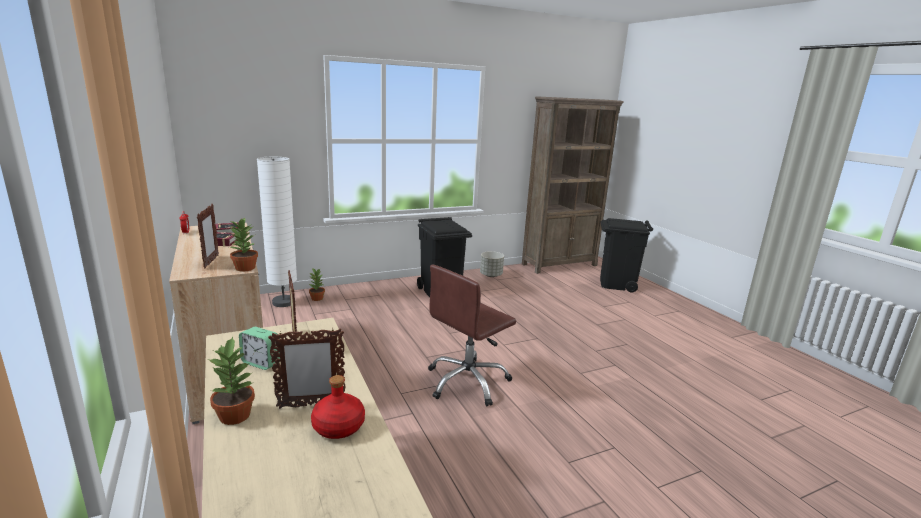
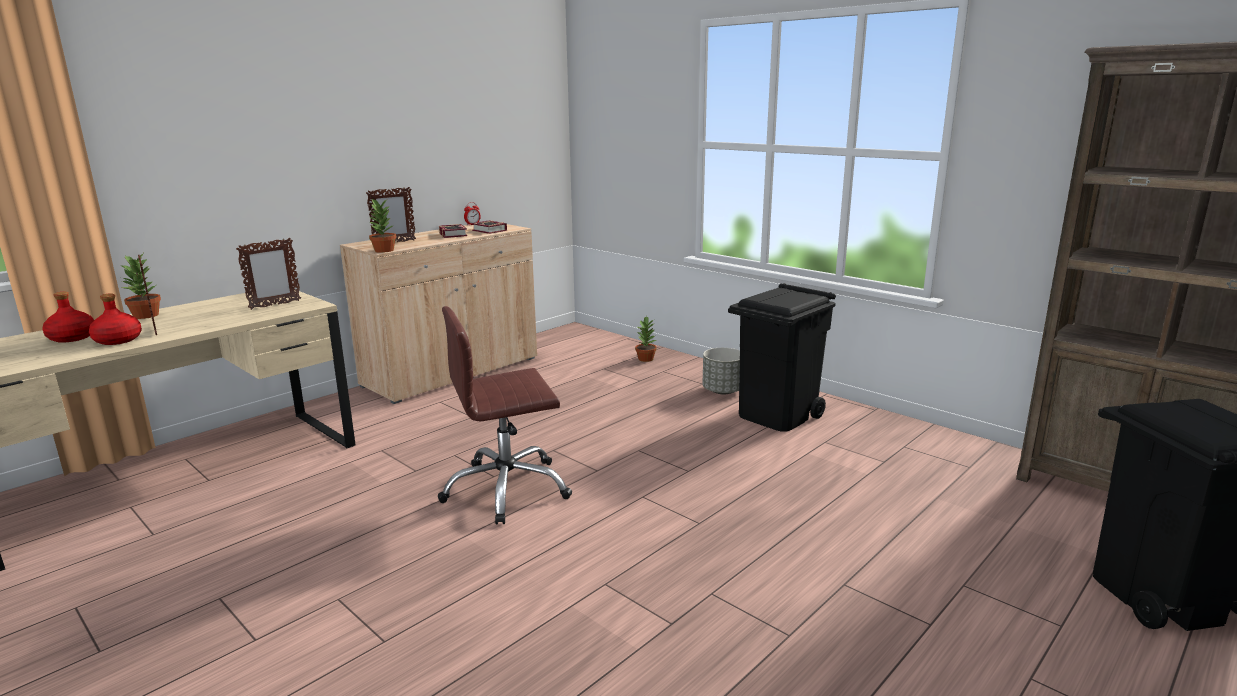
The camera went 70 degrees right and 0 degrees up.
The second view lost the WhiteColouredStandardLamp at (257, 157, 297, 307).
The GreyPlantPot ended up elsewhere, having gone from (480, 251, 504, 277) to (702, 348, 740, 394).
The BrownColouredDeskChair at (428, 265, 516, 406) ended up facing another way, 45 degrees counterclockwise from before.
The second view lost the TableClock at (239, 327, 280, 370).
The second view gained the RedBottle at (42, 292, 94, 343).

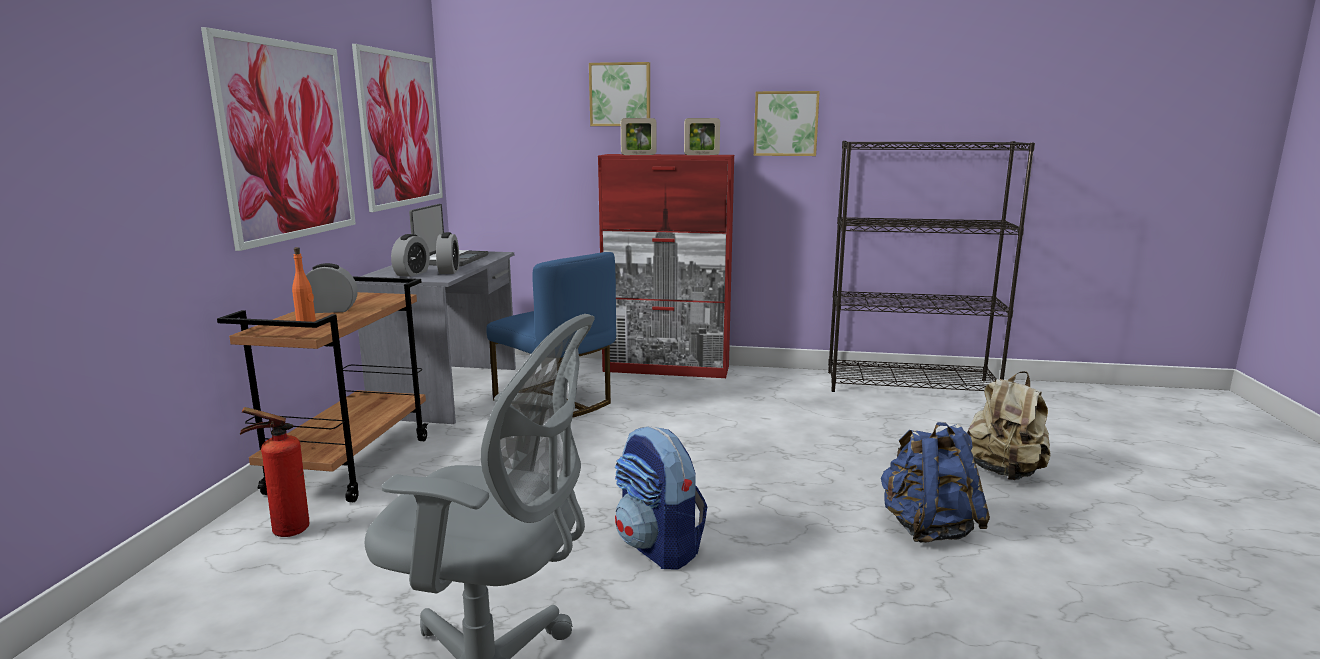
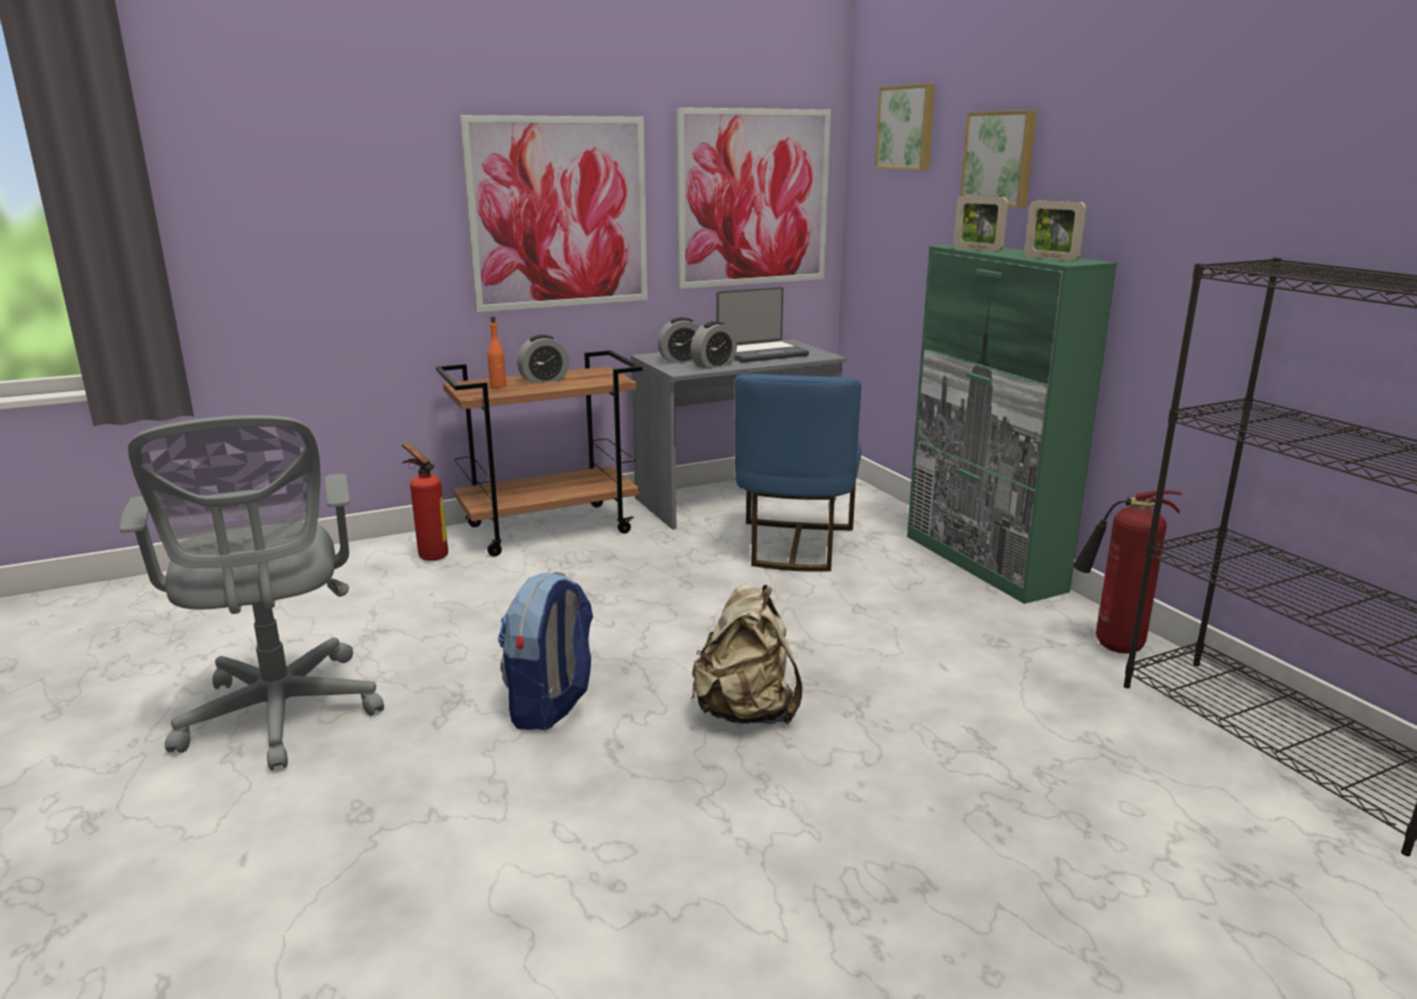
The camera went 55 degrees right and 5 degrees up.
The Picture ended up elsewhere, having gone from (754, 91, 820, 156) to (875, 84, 935, 171).
What was the RedStorageCabinet at (598, 154, 734, 378) turned into the GreenColouredStorageCabinet at (907, 245, 1117, 604).
The TableClock at (306, 263, 358, 313) ended up facing another way, 105 degrees clockwise from before.
The BeigeBackpack ended up elsewhere, having gone from (967, 371, 1050, 480) to (692, 584, 803, 724).
The second view lost the BluishBackpack at (881, 422, 990, 543).
The second view gained the FireFightingCylinder at (1073, 490, 1182, 654).

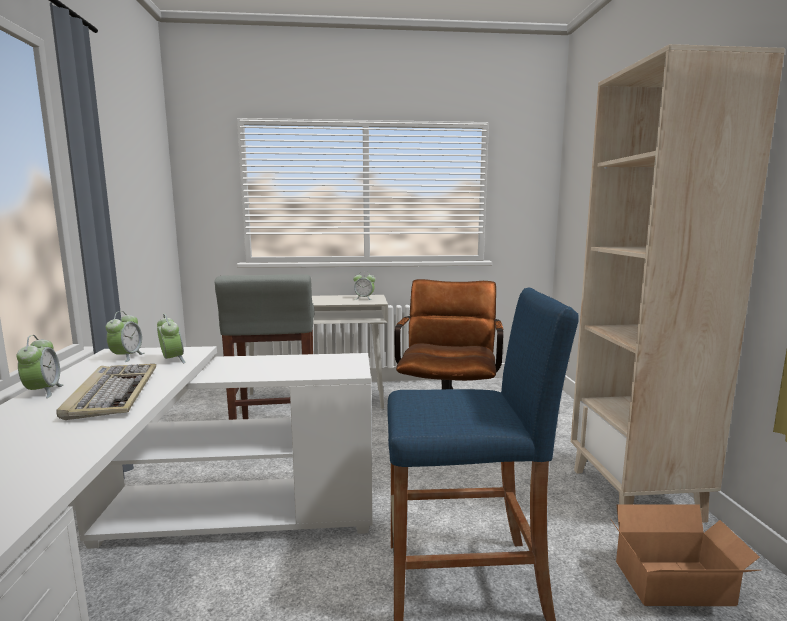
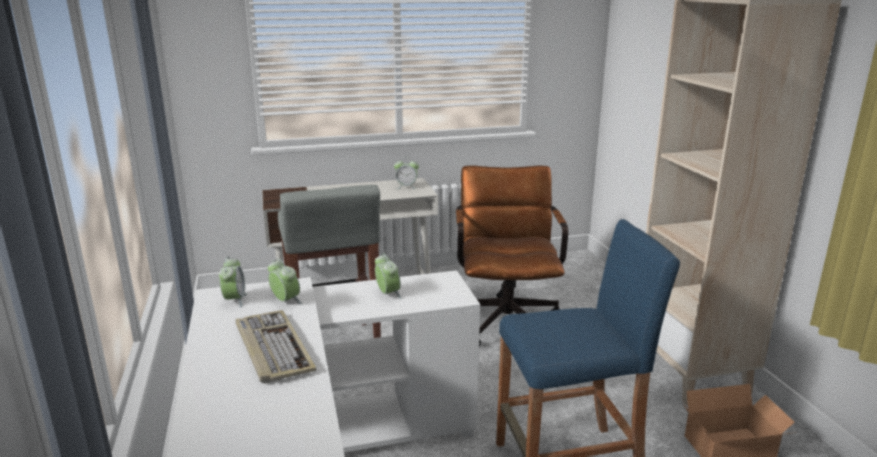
The camera went 10 degrees left and 10 degrees up.
The TableClock ended up elsewhere, having gone from (17, 335, 64, 398) to (375, 253, 402, 299).

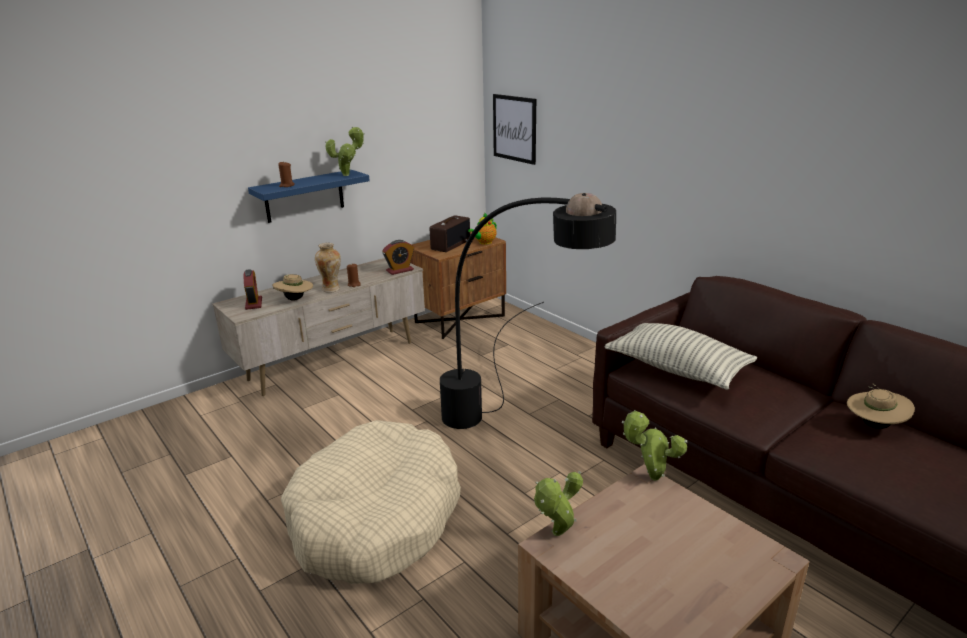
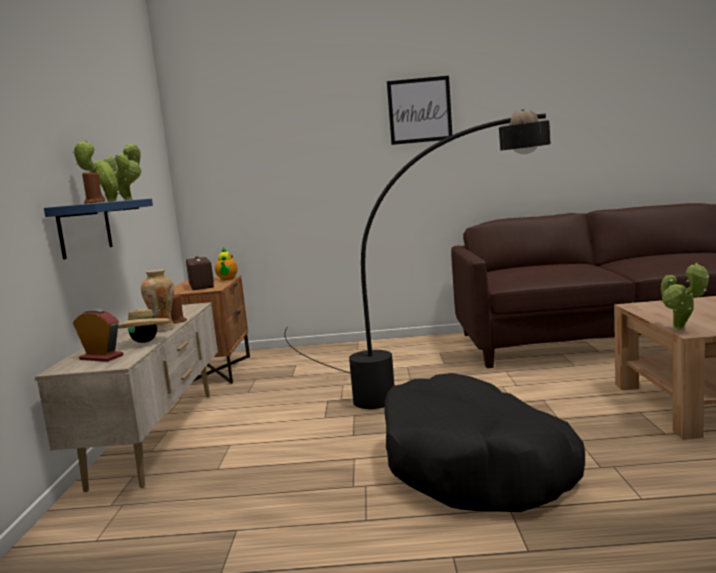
The camera went 50 degrees left and 15 degrees down.
The Picture ended up elsewhere, having gone from (493, 94, 536, 165) to (387, 76, 452, 145).
The second view lost the TableClock at (382, 240, 414, 275).
The second view lost the ThrowPillow at (605, 323, 757, 390).
The second view lost the BeigeClothingHat at (847, 384, 915, 429).
The Houseplant ended up elsewhere, having gone from (622, 410, 687, 481) to (72, 140, 130, 202).
What was the BeigeDogCushion at (281, 420, 461, 584) turned into the BlackDogCushion at (384, 373, 585, 512).

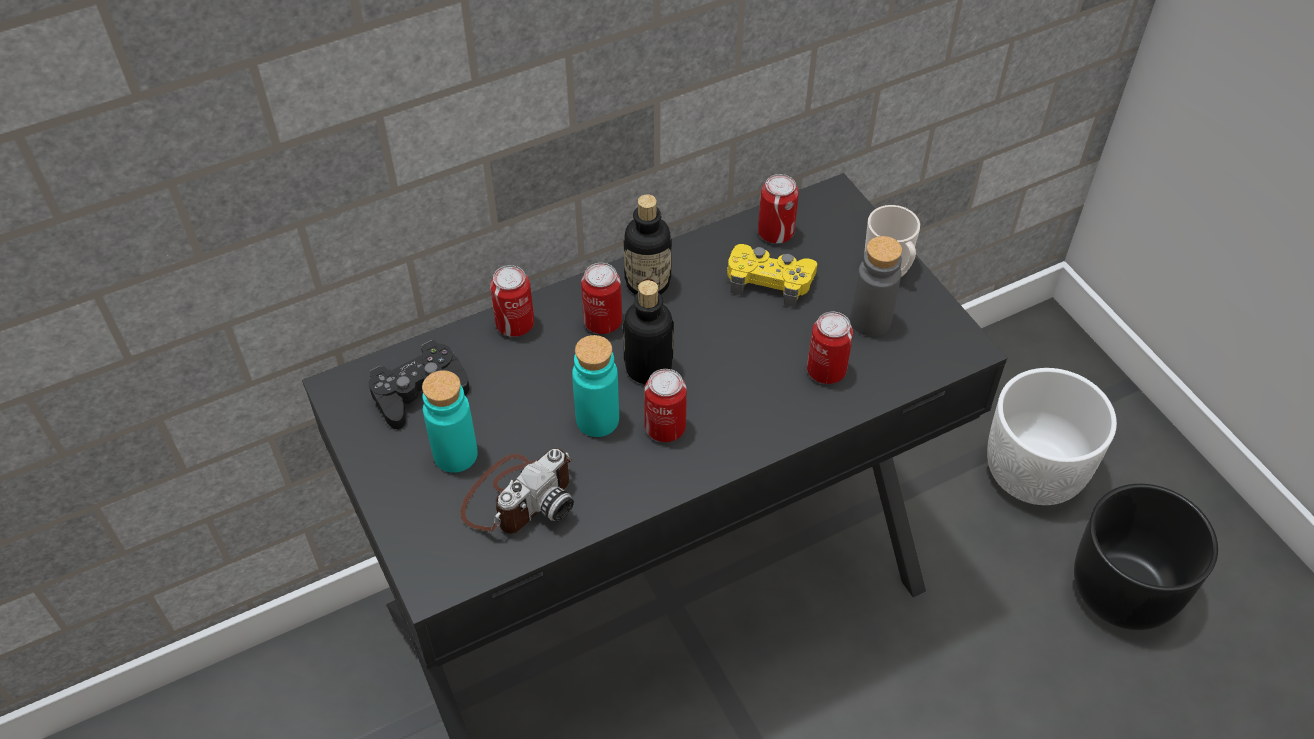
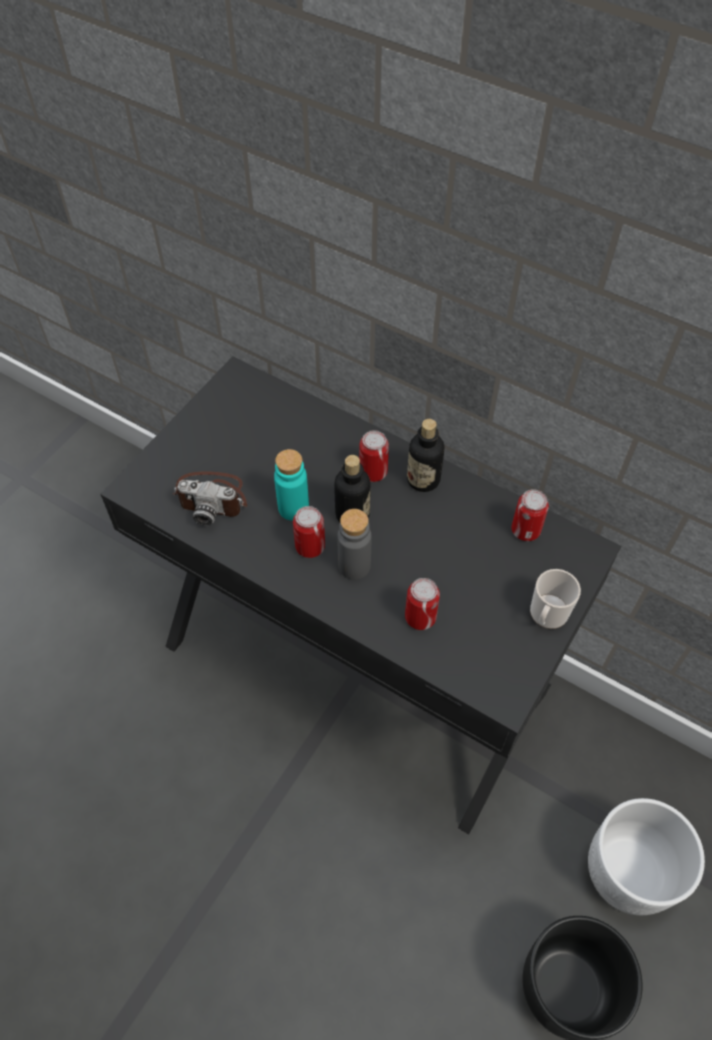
The camera went 60 degrees right and 5 degrees up.
The GreyBottle ended up elsewhere, having gone from (850, 236, 902, 337) to (337, 509, 372, 580).
The second view lost the YellowColouredGamepad at (727, 244, 817, 307).
The second view lost the SealedCan at (490, 265, 534, 337).
The second view lost the BlackGamepad at (368, 340, 470, 430).
The second view lost the TurquoiseBottle at (422, 370, 478, 473).

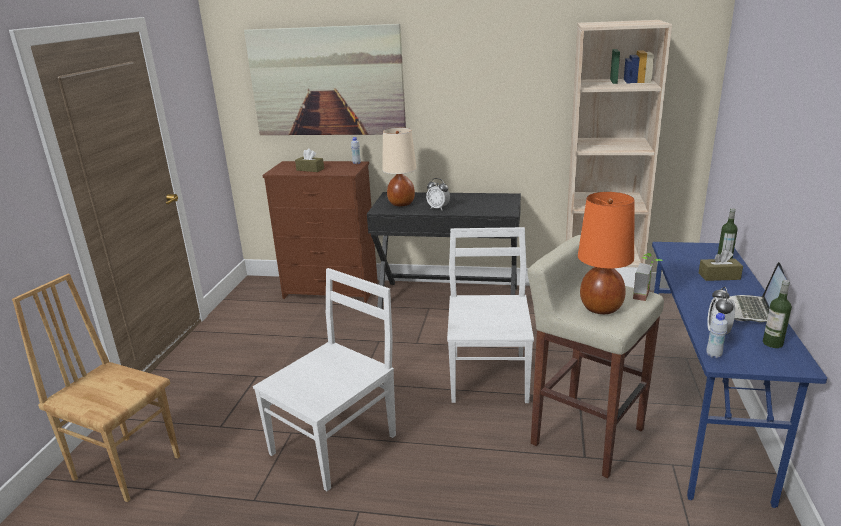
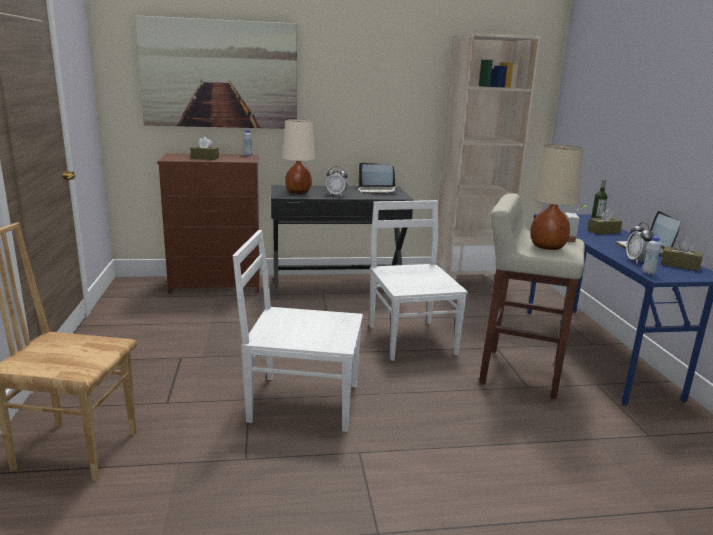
The camera went 20 degrees left and 5 degrees down.
What was the OrangeyTabletopLamp at (578, 192, 635, 314) turned into the BeigeTabletopLamp at (530, 145, 583, 250).
The WhiteColouredUprightChair at (253, 268, 396, 491) ended up facing another way, 105 degrees counterclockwise from before.
Where the Bottle stood at (763, 280, 792, 348), the BrownColouredTissueBox came to stand at (661, 238, 702, 271).
The second view gained the PortableComputer at (358, 163, 396, 194).

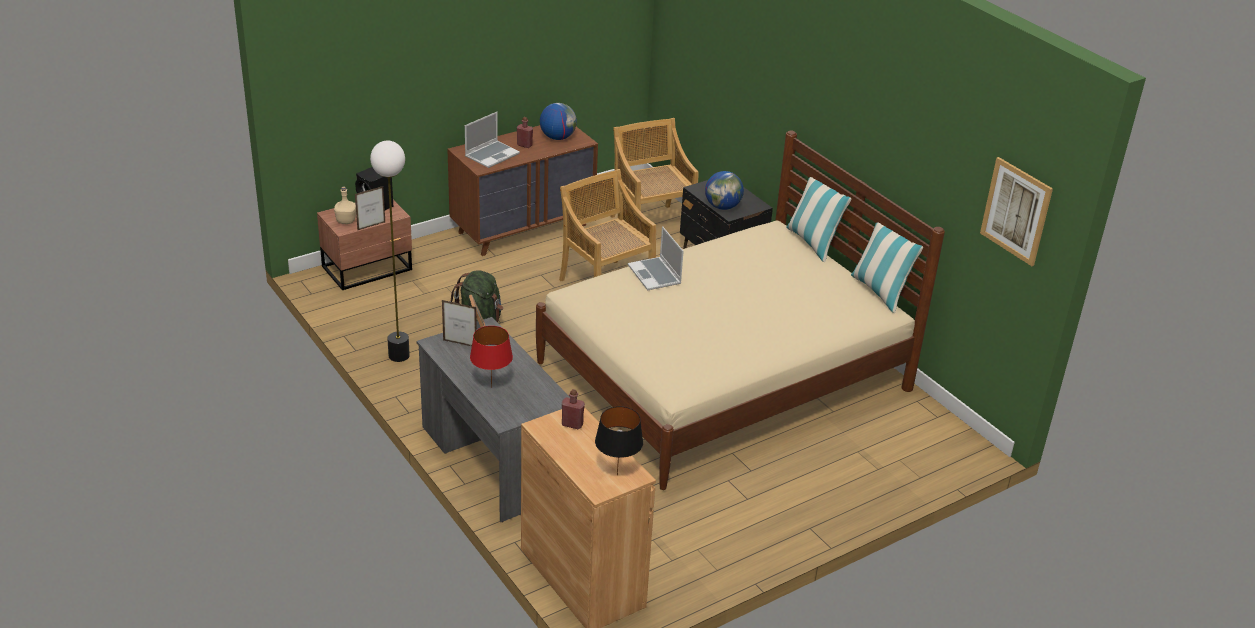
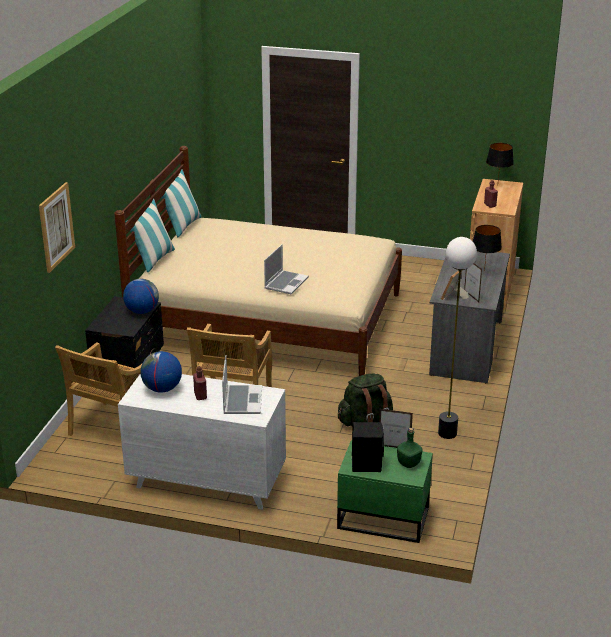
The camera went 130 degrees left and 5 degrees down.
The PortableComputer at (465, 112, 520, 168) ended up facing another way, 90 degrees clockwise from before.
What was the BrownColouredDresser at (447, 125, 598, 256) turned into the WhiteColouredDresser at (118, 373, 286, 510).
The Picture ended up elsewhere, having gone from (980, 157, 1053, 266) to (39, 182, 75, 273).
What was the BeigeBottle at (334, 186, 356, 224) turned into the GreenColouredBottle at (397, 428, 422, 468).
What was the BrownColouredNightTable at (317, 200, 412, 290) turned into the GreenColouredNightTable at (337, 440, 433, 543).
What was the RedTabletopLamp at (470, 326, 513, 388) turned into the BlackTabletopLamp at (473, 225, 502, 271).

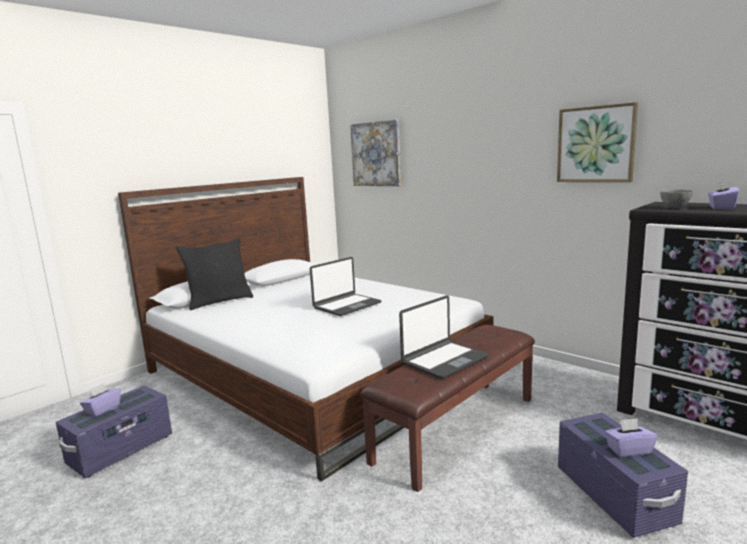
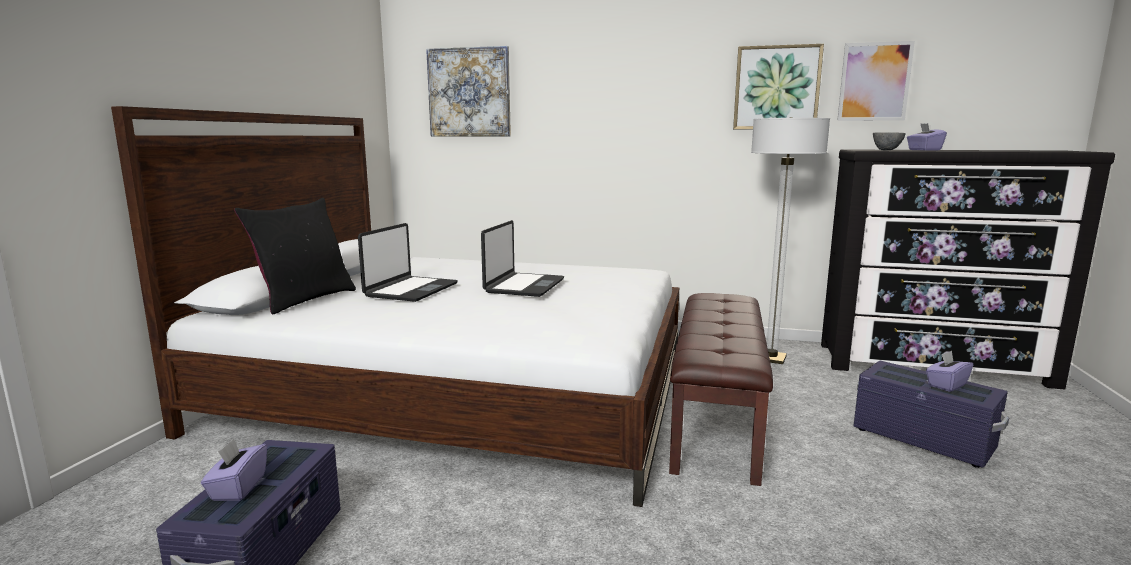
The camera went 30 degrees left and 0 degrees up.
The PortableComputer ended up elsewhere, having gone from (399, 295, 489, 379) to (358, 223, 458, 302).
The second view gained the Picture at (837, 41, 915, 121).
The second view gained the StandardLamp at (751, 117, 830, 364).

